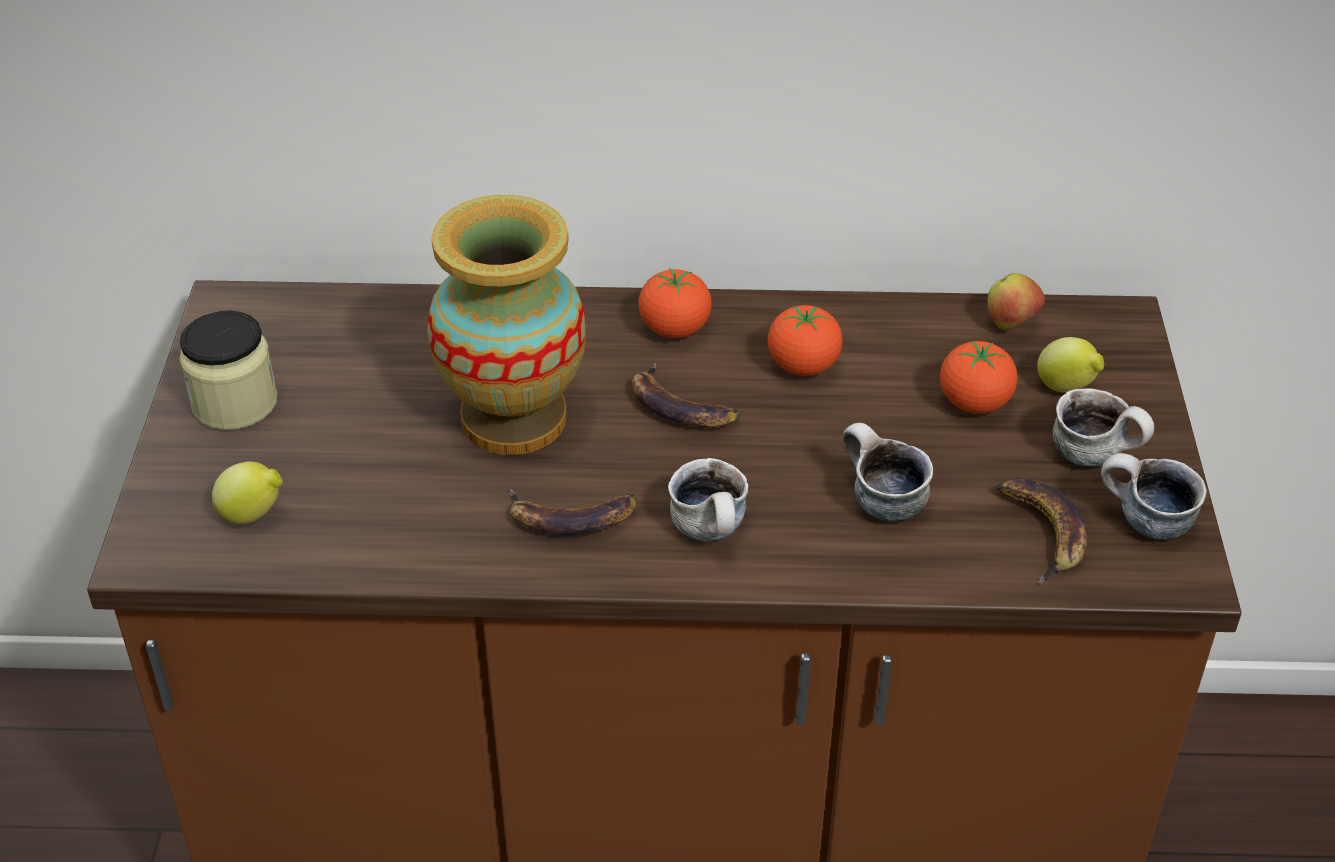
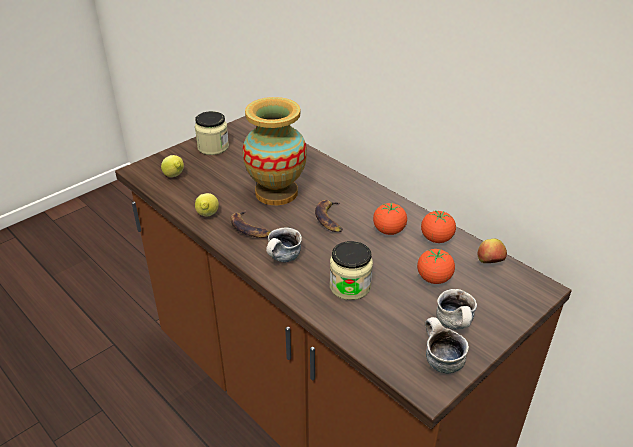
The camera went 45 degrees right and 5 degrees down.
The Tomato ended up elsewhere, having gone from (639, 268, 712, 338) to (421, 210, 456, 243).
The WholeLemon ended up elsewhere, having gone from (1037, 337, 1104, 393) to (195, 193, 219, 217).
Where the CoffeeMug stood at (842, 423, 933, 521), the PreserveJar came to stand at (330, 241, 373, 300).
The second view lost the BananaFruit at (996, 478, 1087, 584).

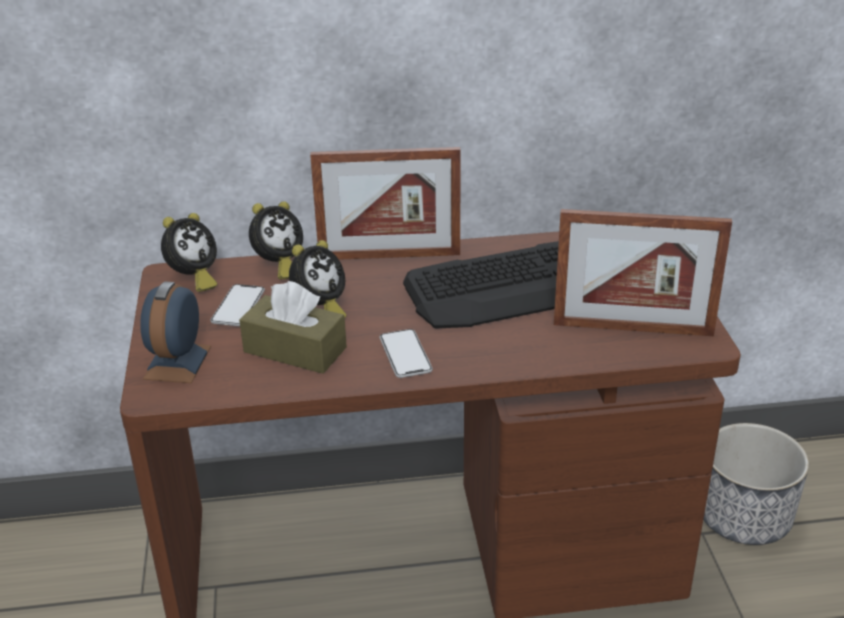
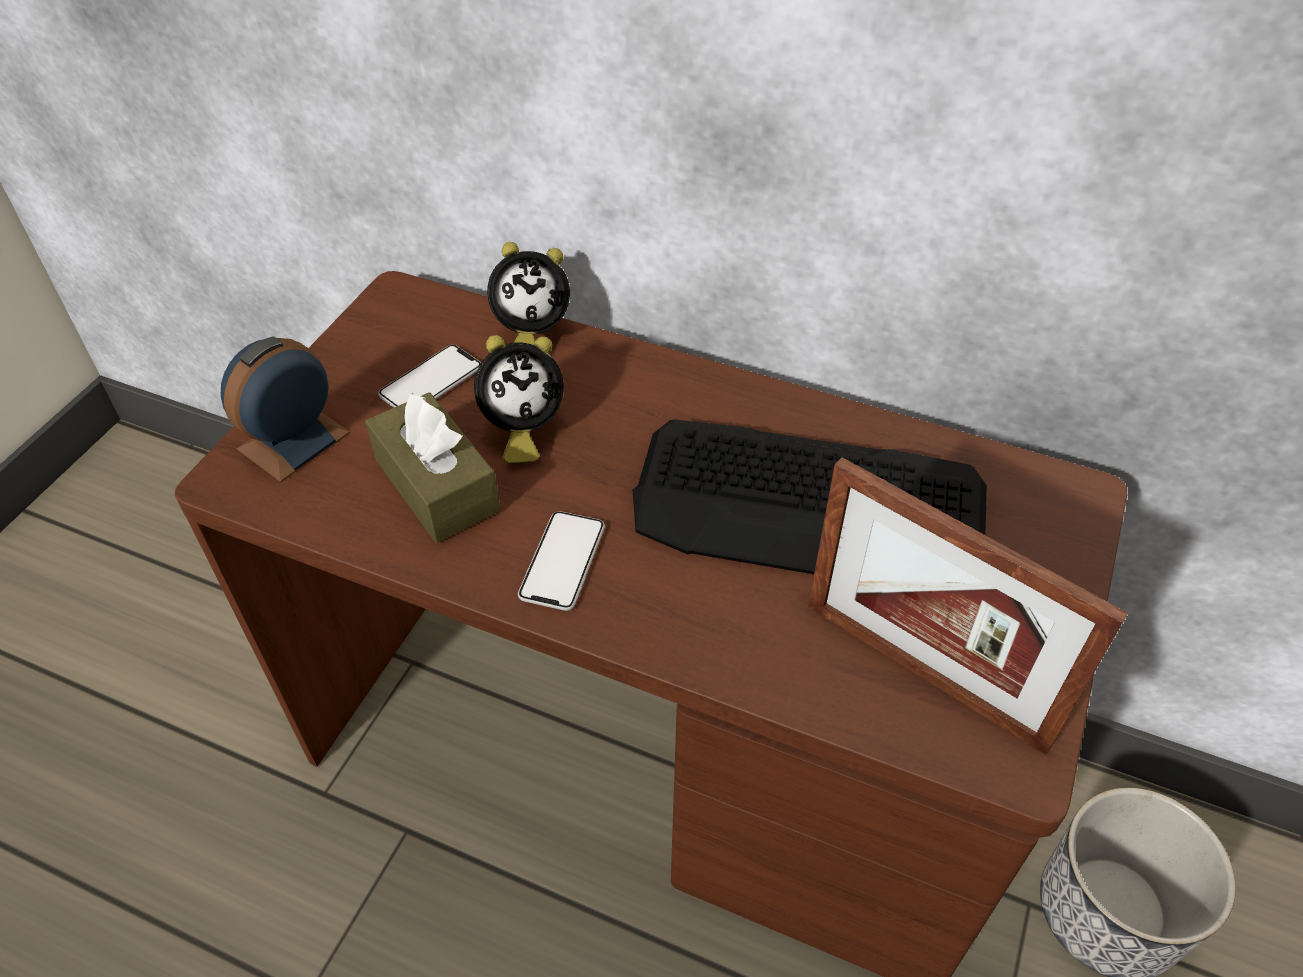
The camera went 30 degrees right and 15 degrees up.
The second view lost the StandingFrame at (310, 147, 461, 260).
The second view lost the TableClock at (161, 213, 217, 292).

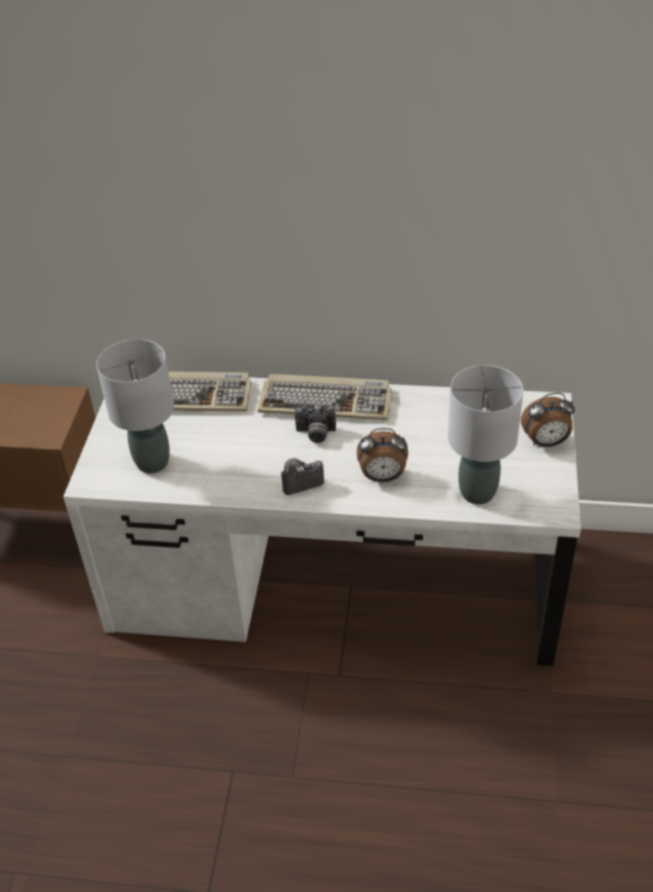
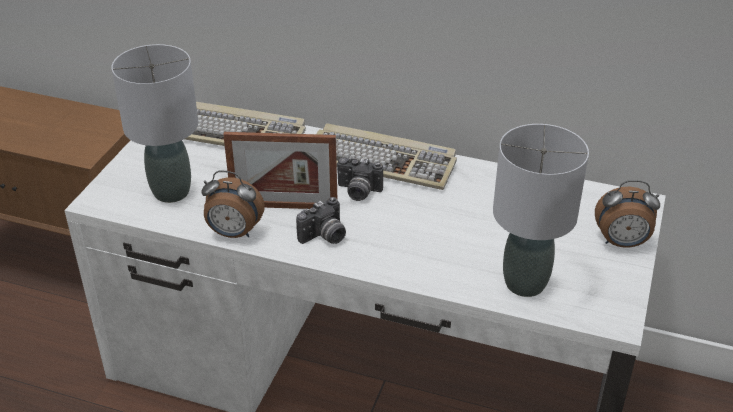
The camera went 10 degrees right and 5 degrees down.
The TableClock ended up elsewhere, having gone from (357, 428, 408, 482) to (201, 171, 265, 238).
The StillCamera at (281, 458, 324, 495) ended up facing another way, 150 degrees clockwise from before.
The second view gained the StandingFrame at (223, 132, 337, 209).

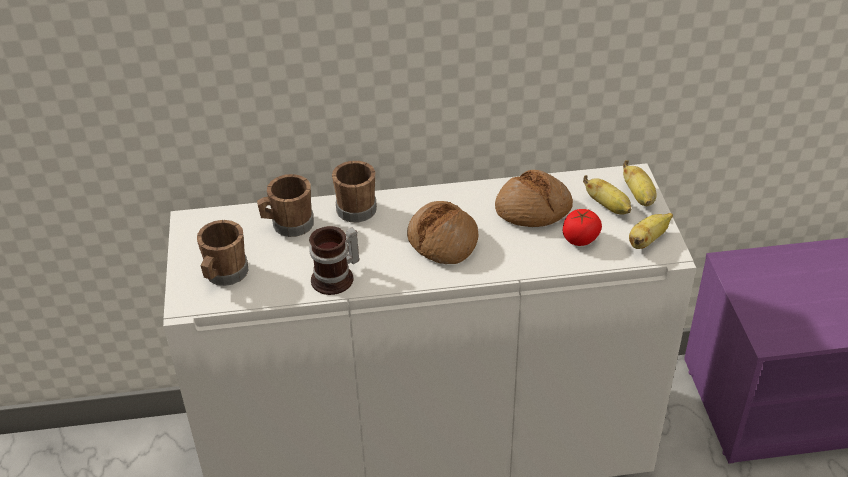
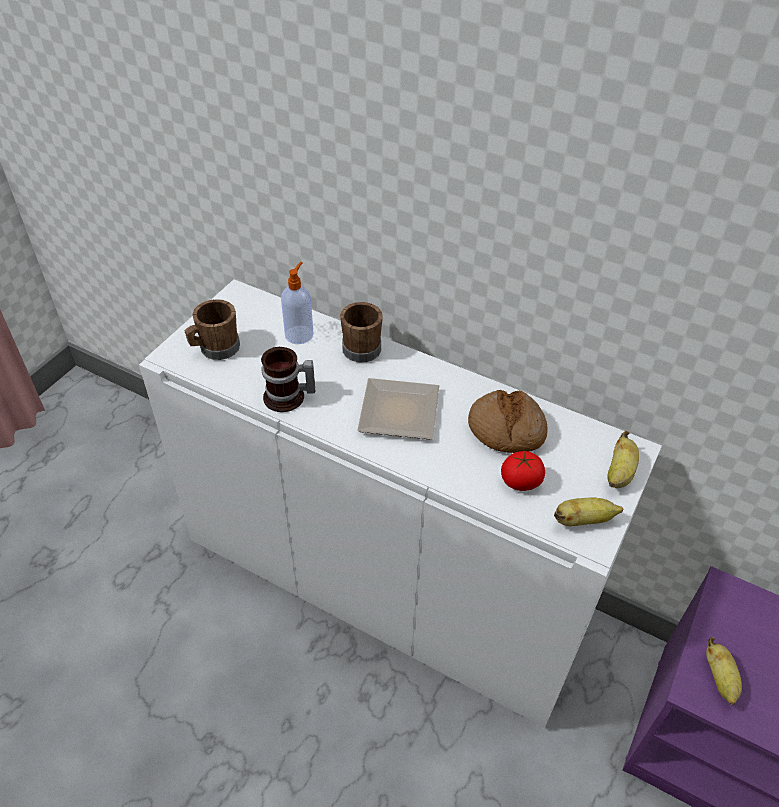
The camera went 35 degrees right and 5 degrees up.
Where the BrownColouredCoffeeMug stood at (257, 174, 314, 237), the SoapDispenser came to stand at (281, 262, 314, 344).
The BananaFruit ended up elsewhere, having gone from (583, 175, 631, 214) to (706, 637, 742, 705).
Where the BakedBread stood at (407, 201, 479, 264), the Plate came to stand at (357, 378, 439, 440).

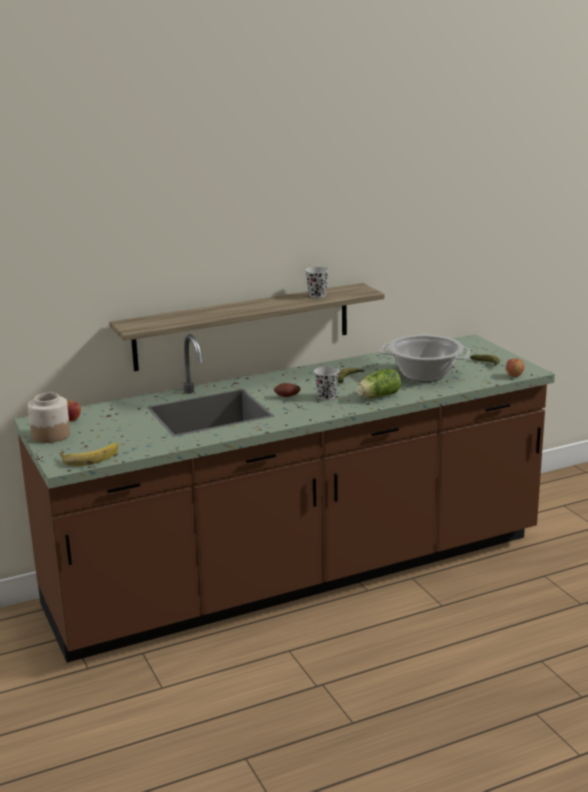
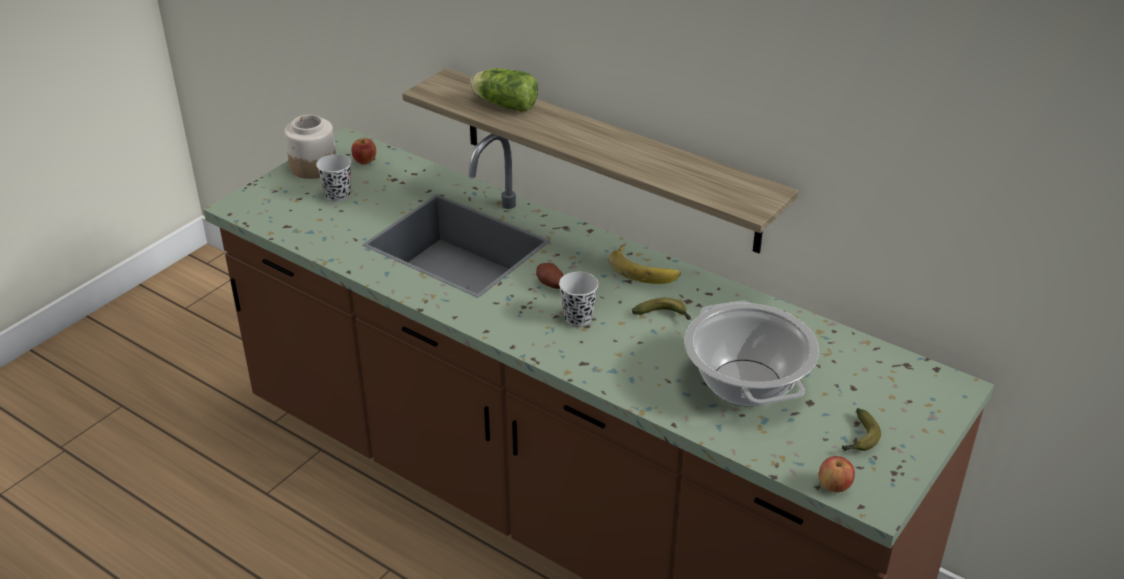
The camera went 60 degrees right and 15 degrees up.
The BlackSmallCup ended up elsewhere, having gone from (305, 267, 329, 298) to (316, 154, 351, 202).
The Lettuce ended up elsewhere, having gone from (356, 368, 401, 398) to (470, 68, 538, 112).
The BananaFruit ended up elsewhere, having gone from (60, 443, 118, 466) to (609, 243, 681, 284).

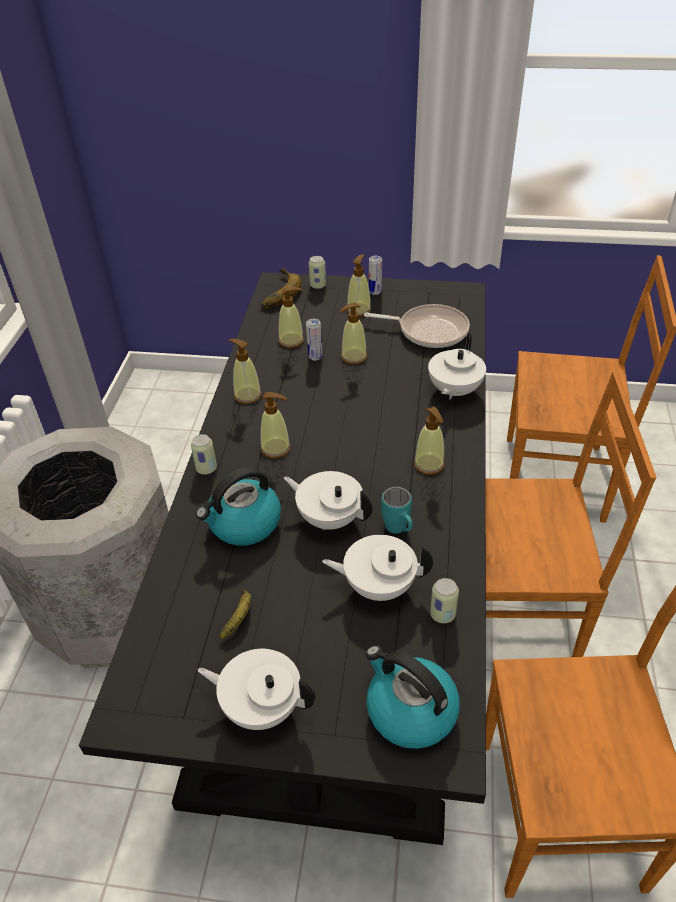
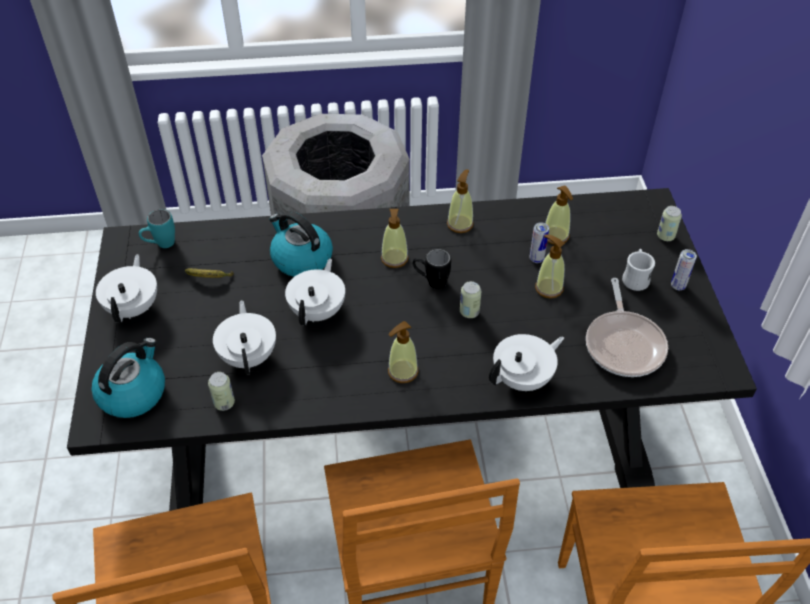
The camera went 75 degrees right and 5 degrees up.
Where the SoapDispenser stood at (347, 254, 371, 317), the WhiteColouredCoffeeMug came to stand at (622, 249, 655, 291).
The second view lost the BananaFruit at (261, 268, 301, 308).
The WhiteColouredTeaPot at (428, 333, 486, 400) ended up facing another way, 135 degrees clockwise from before.
The SealedCan ended up elsewhere, having gone from (191, 434, 217, 475) to (460, 281, 481, 318).
The TurquoiseCoffeeMug ended up elsewhere, having gone from (381, 487, 413, 534) to (139, 209, 175, 248).
The second view gained the BlackCoffeeMug at (413, 249, 451, 289).

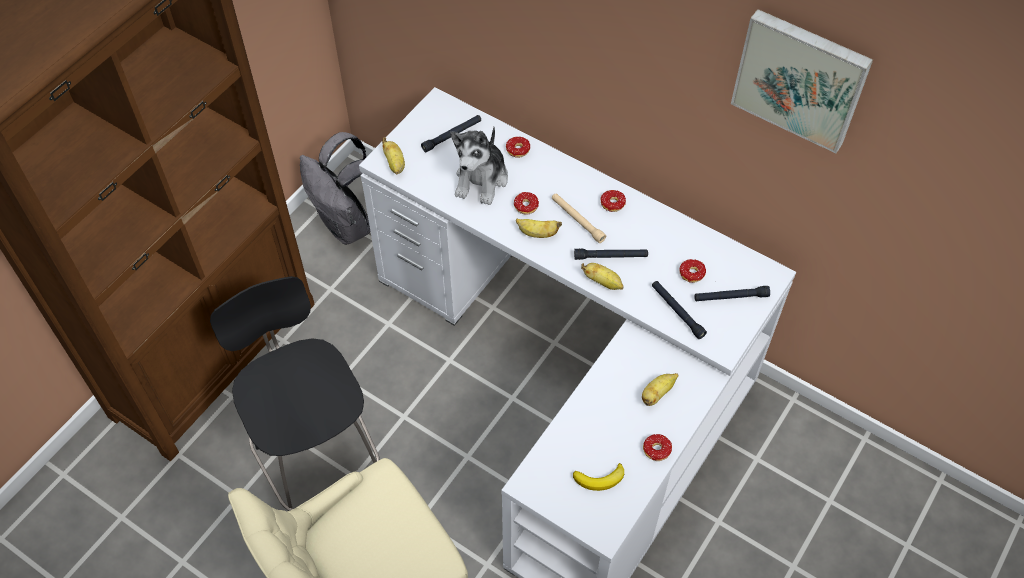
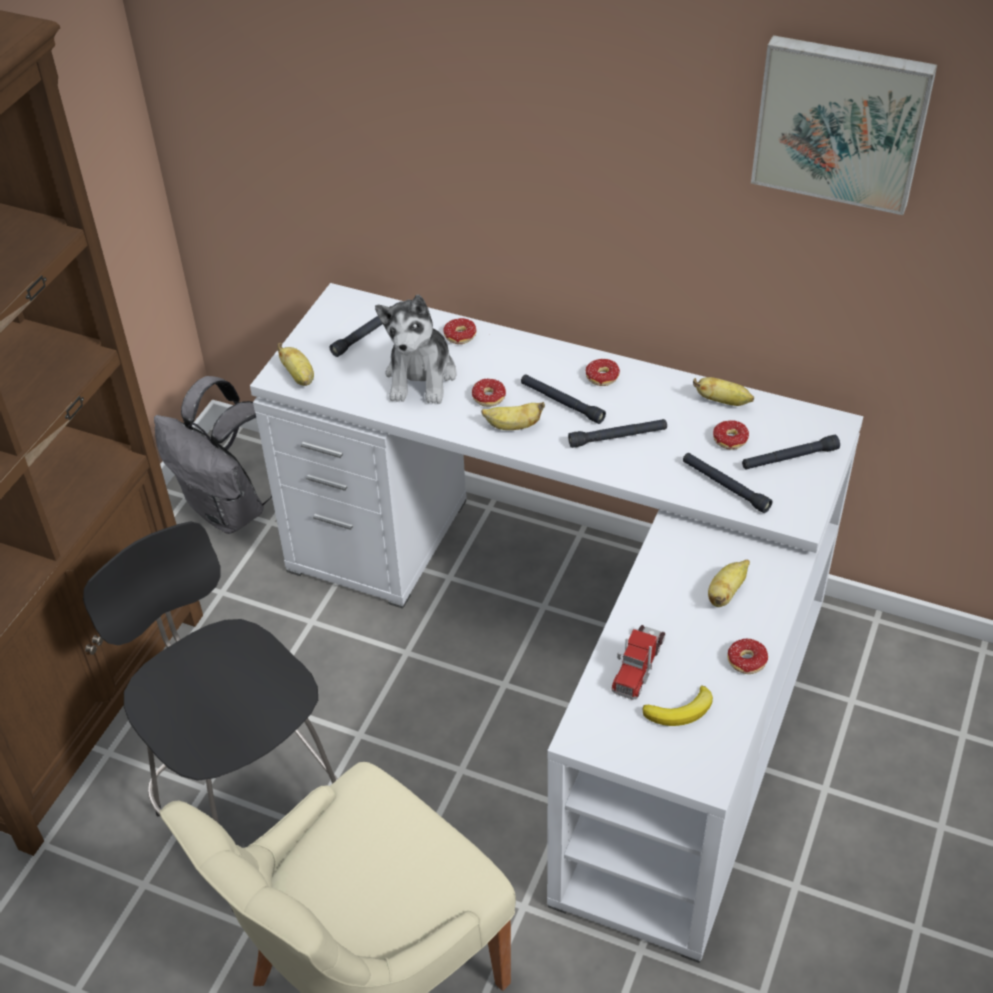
The camera went 10 degrees left and 10 degrees down.
What was the BeigeTorch at (552, 193, 606, 243) turned into the BlackTorch at (521, 374, 606, 424).
The BananaFruit ended up elsewhere, having gone from (581, 263, 623, 290) to (693, 377, 754, 406).
The second view gained the ModelTruck at (612, 625, 665, 700).

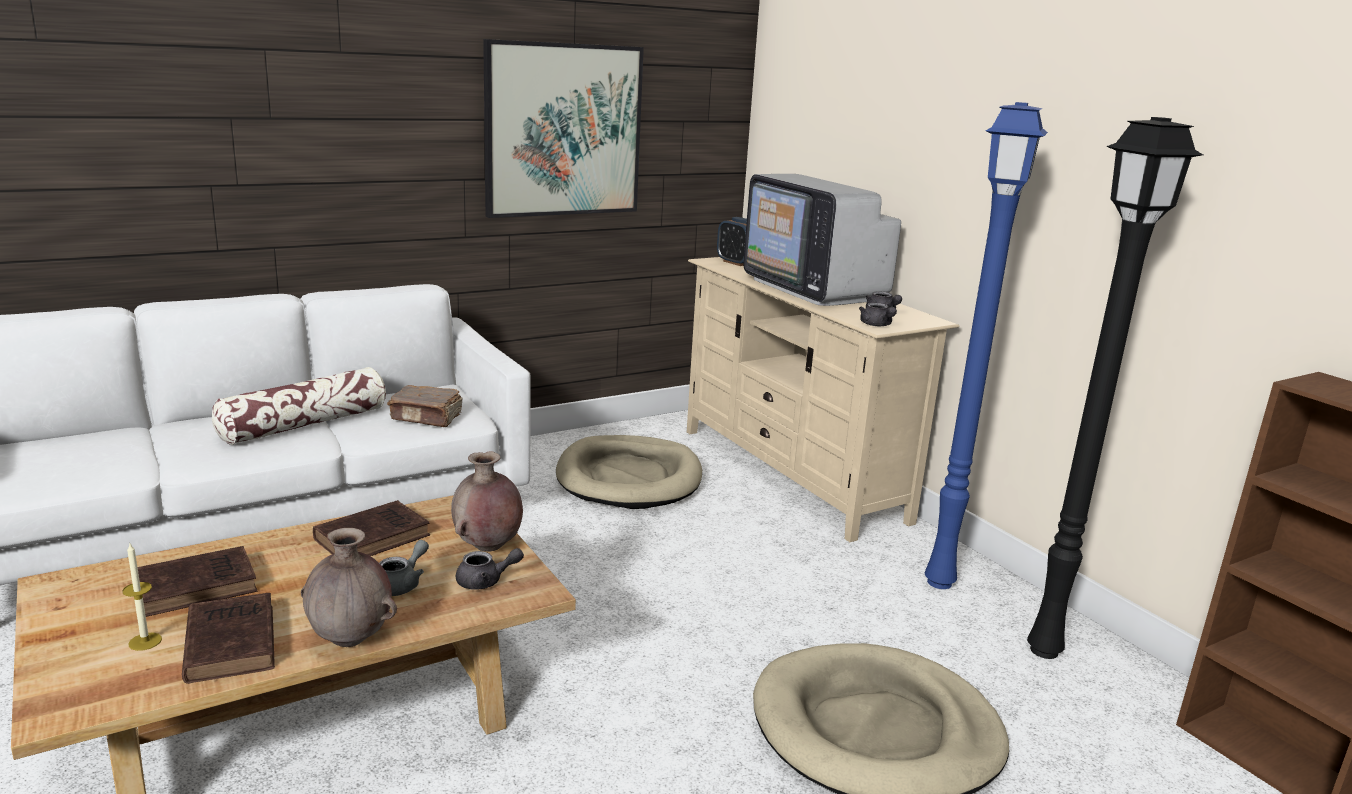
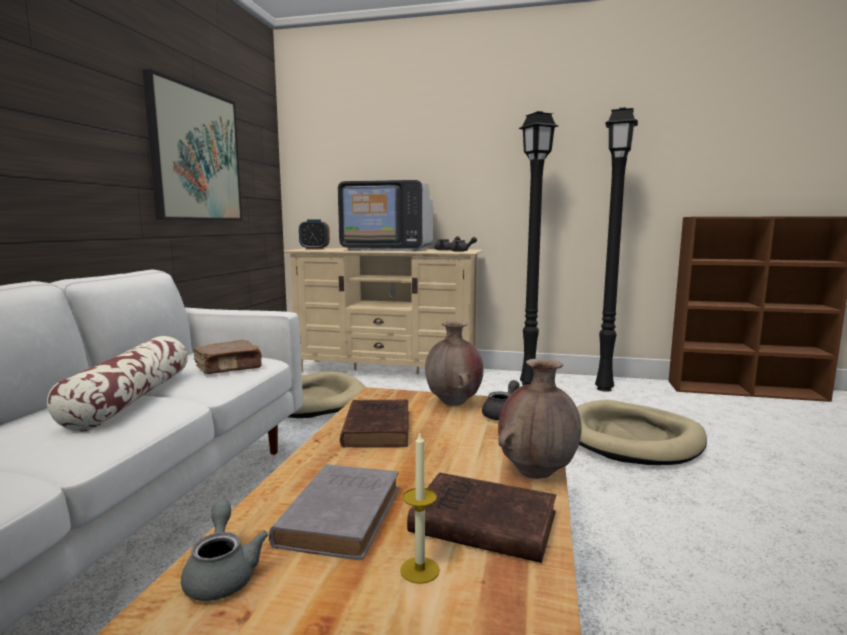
The camera went 45 degrees left and 10 degrees down.
What was the BluishStandardLamp at (925, 102, 1048, 589) turned into the BlackStandardLamp at (518, 111, 559, 385).
The GreyTeaPot ended up elsewhere, having gone from (379, 540, 429, 596) to (181, 501, 268, 601).
What was the BrownColouredBook at (137, 546, 257, 617) turned into the GreyBook at (269, 464, 399, 560).

